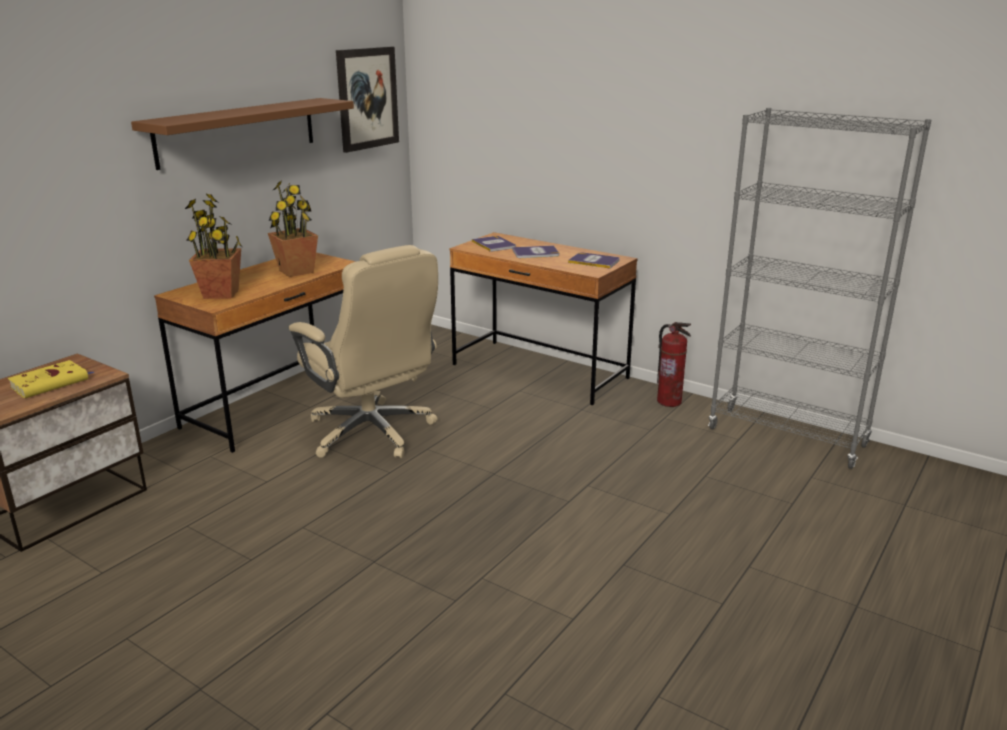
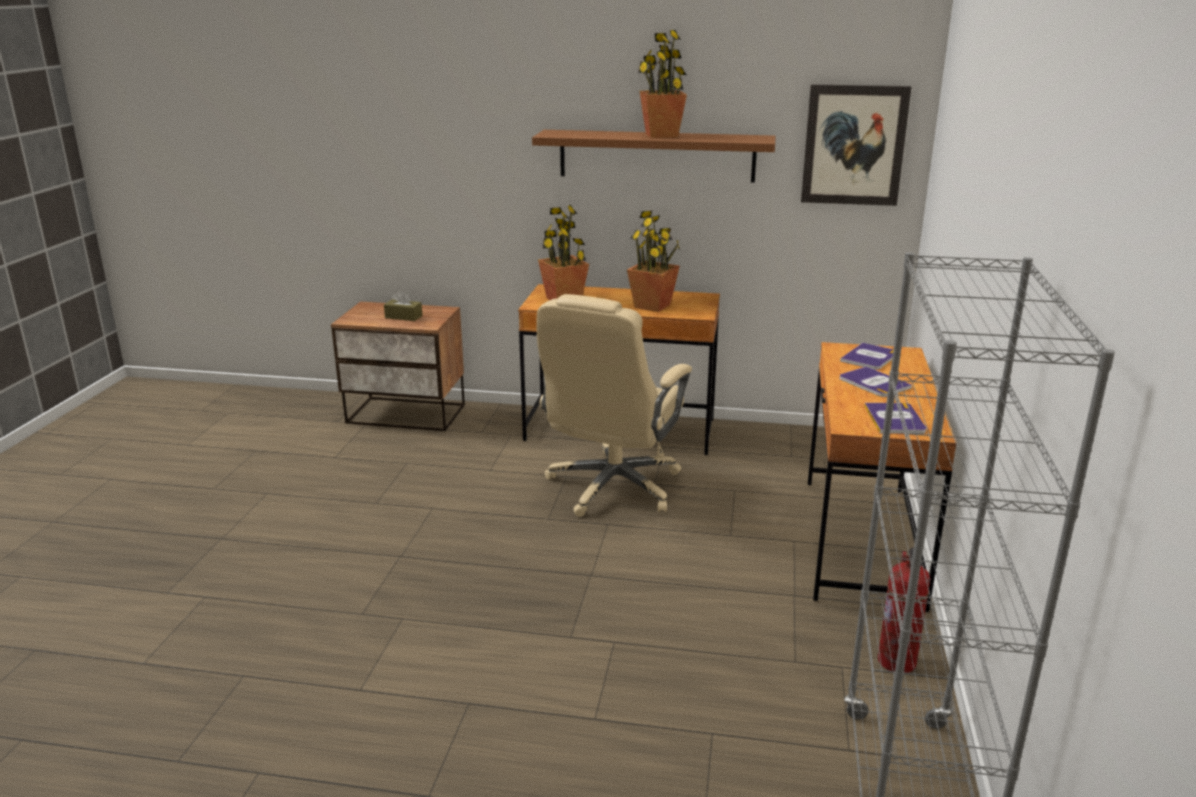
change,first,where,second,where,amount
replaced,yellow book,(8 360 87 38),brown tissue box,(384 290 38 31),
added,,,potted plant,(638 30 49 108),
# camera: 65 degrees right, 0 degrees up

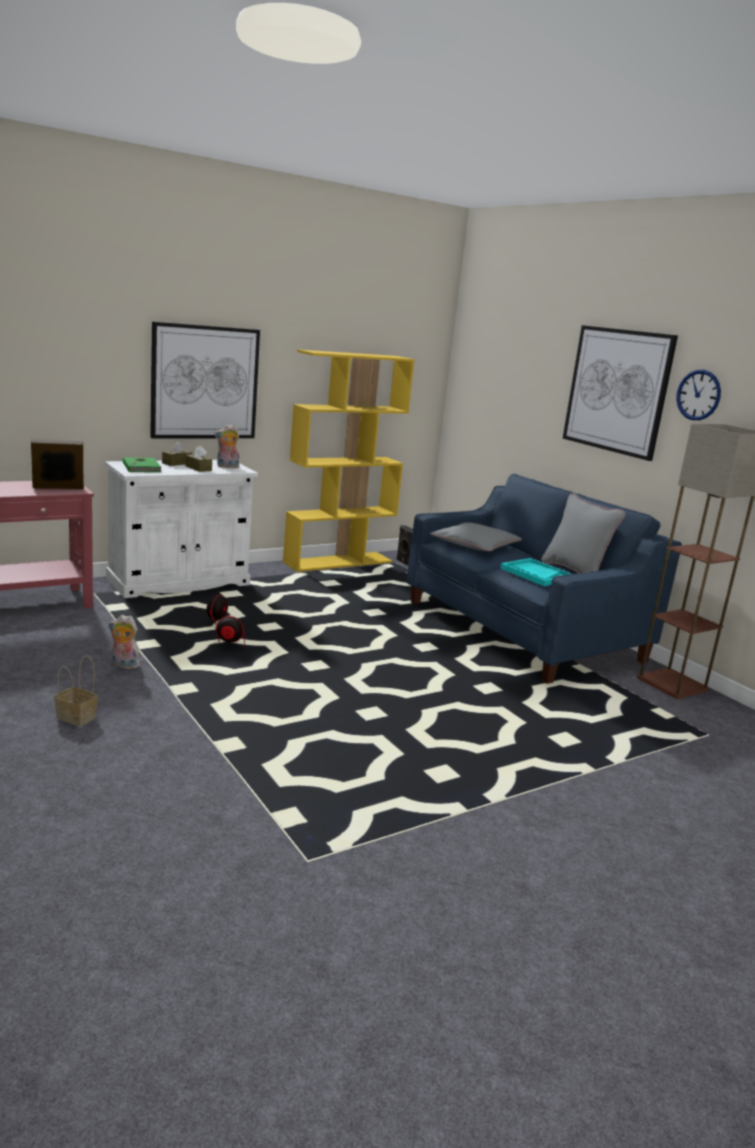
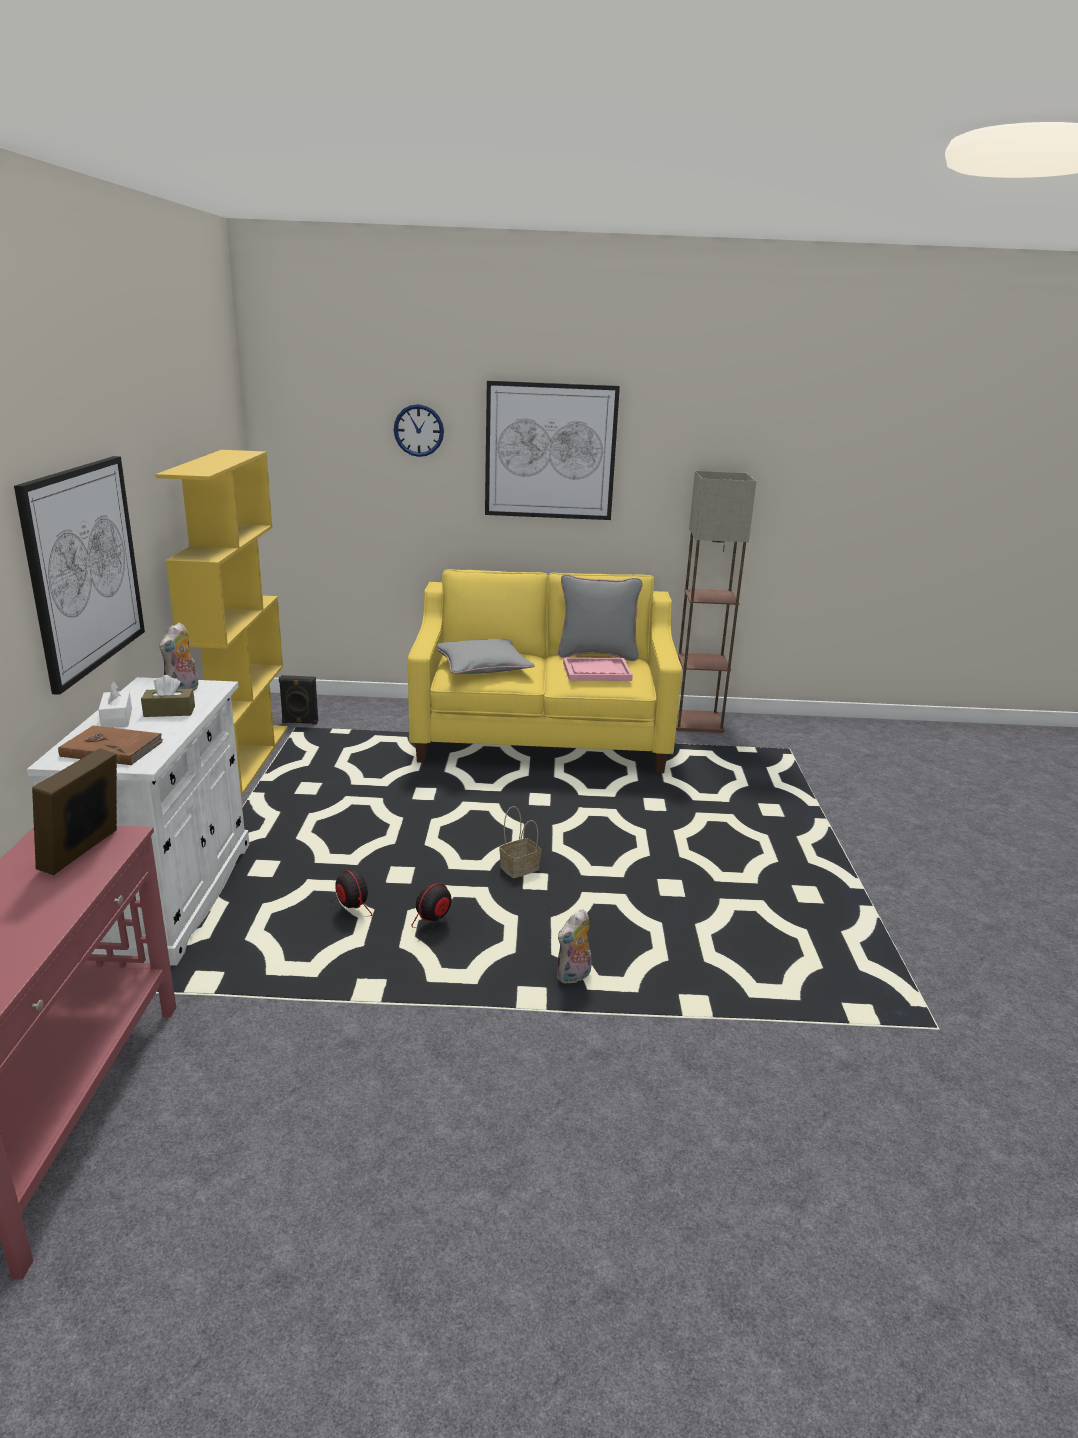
change,first,where,second,where,amount
recoloured,green book,(123 457 39 15),brown book,(58 726 106 39),
recoloured,brown tissue box,(162 441 30 25),white tissue box,(98 681 34 47),
moved,wall clock,(676 370 45 50),,(394 404 50 53),
recoloured,blue sofa,(406 474 276 210),yellow sofa,(408 569 274 204),
moved,basket,(54 655 44 72),,(499 806 42 72),
moved,plush toy,(108 615 32 54),,(557 909 35 75),
recoloured,turquoise tray,(500 558 71 28),pink tray,(563 658 70 23),
# camera: 55 degrees left, 5 degrees up

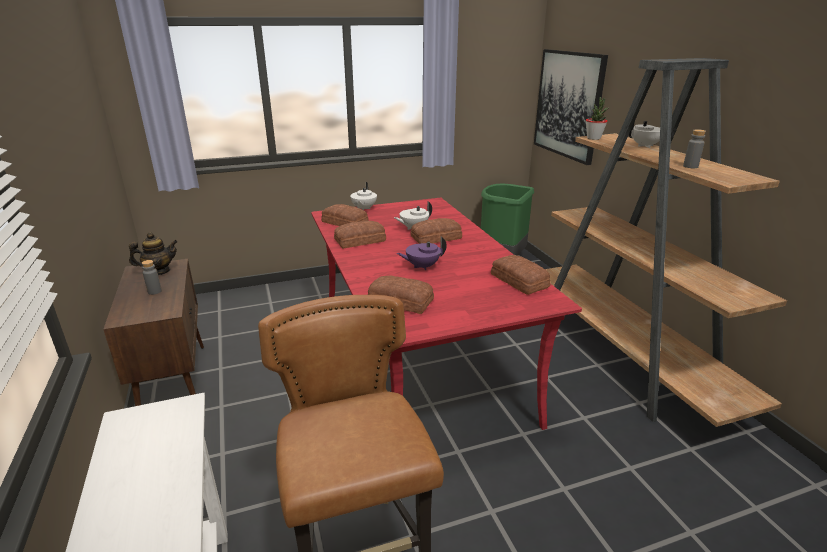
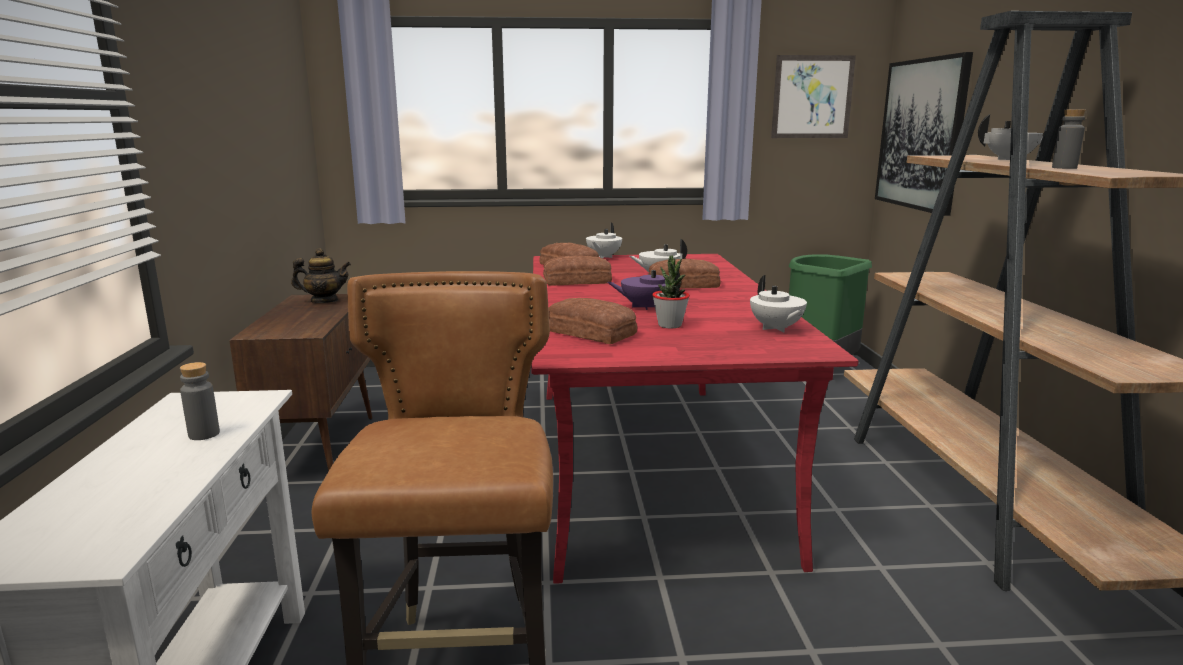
change,first,where,second,where,amount
moved,grey bottle,(142 260 20 35),,(180 362 40 78),
moved,potted plant,(586 97 22 43),,(652 255 38 73),
replaced,bread,(491 255 60 40),white teapot,(750 275 57 58),
added,,,picture,(771 55 85 83),
# camera: 15 degrees right, 10 degrees down

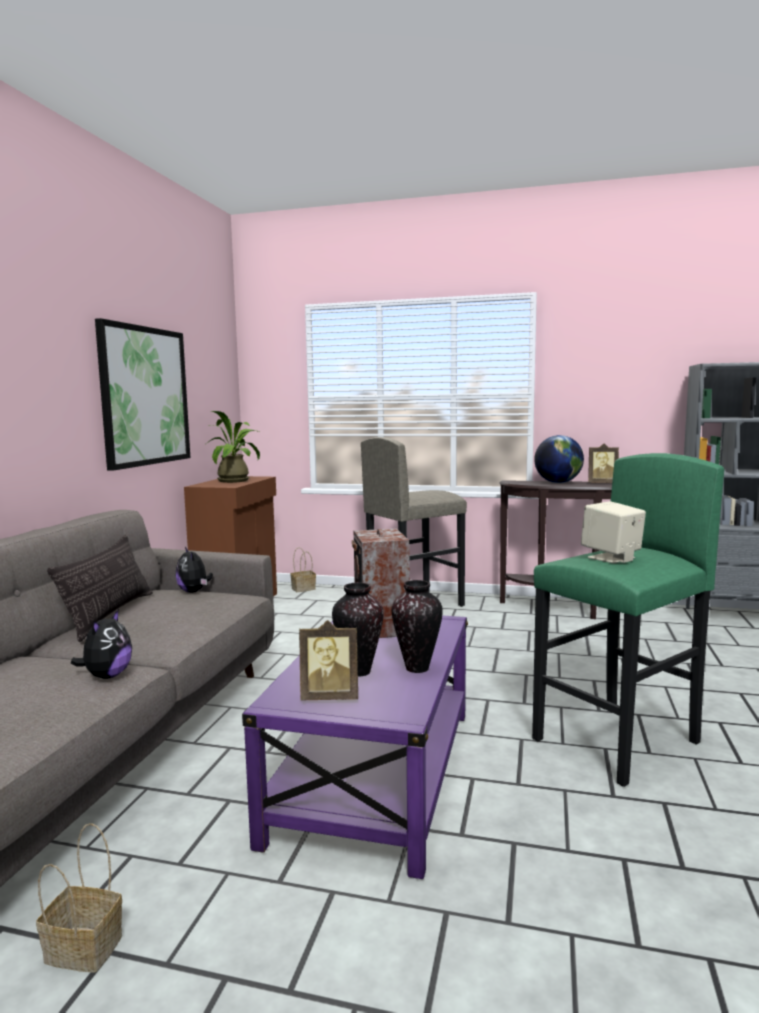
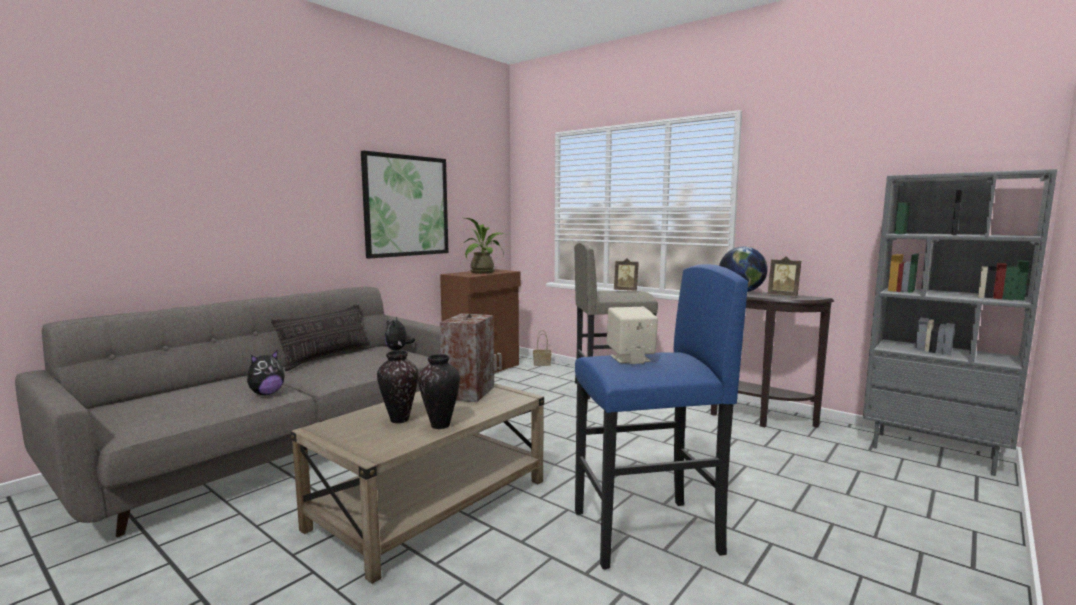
change,first,where,second,where,amount
recoloured,purple coffee table,(242 615 226 264),beige coffee table,(291 383 253 201),
recoloured,green stool,(532 453 192 334),blue stool,(575 264 173 305),
moved,picture frame,(299 620 59 80),,(614 258 25 33),
removed,basket,(36 823 86 150),,,
# camera: 25 degrees right, 0 degrees up

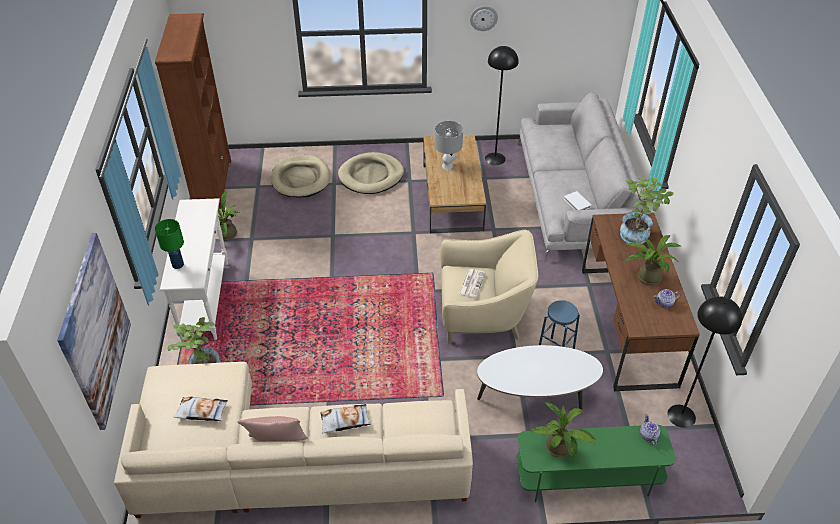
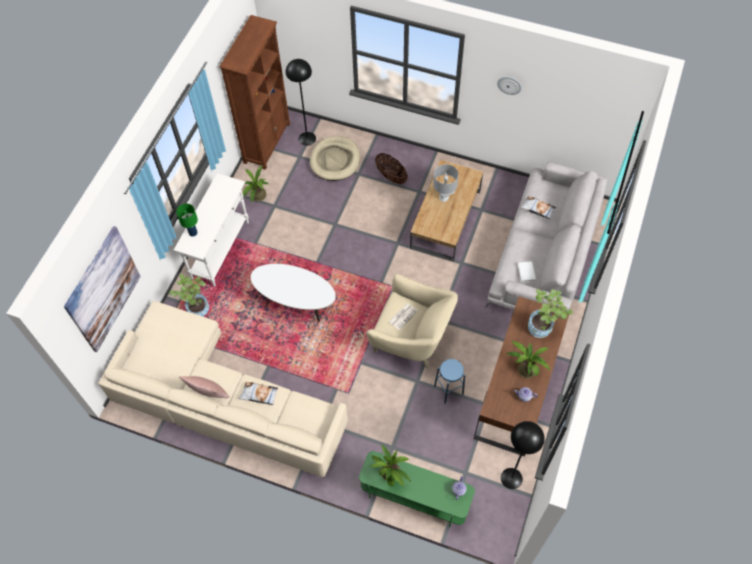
change,first,where,second,where,amount
moved,white coffee table,(477 345 126 64),,(251 264 85 58),
moved,black floor lamp,(485 46 34 119),,(286 59 30 87),
replaced,beige dog bed,(338 152 66 42),basket,(375 153 33 32),
moved,pillow,(173 397 55 24),,(521 196 35 23),
# camera: 25 degrees right, 15 degrees up

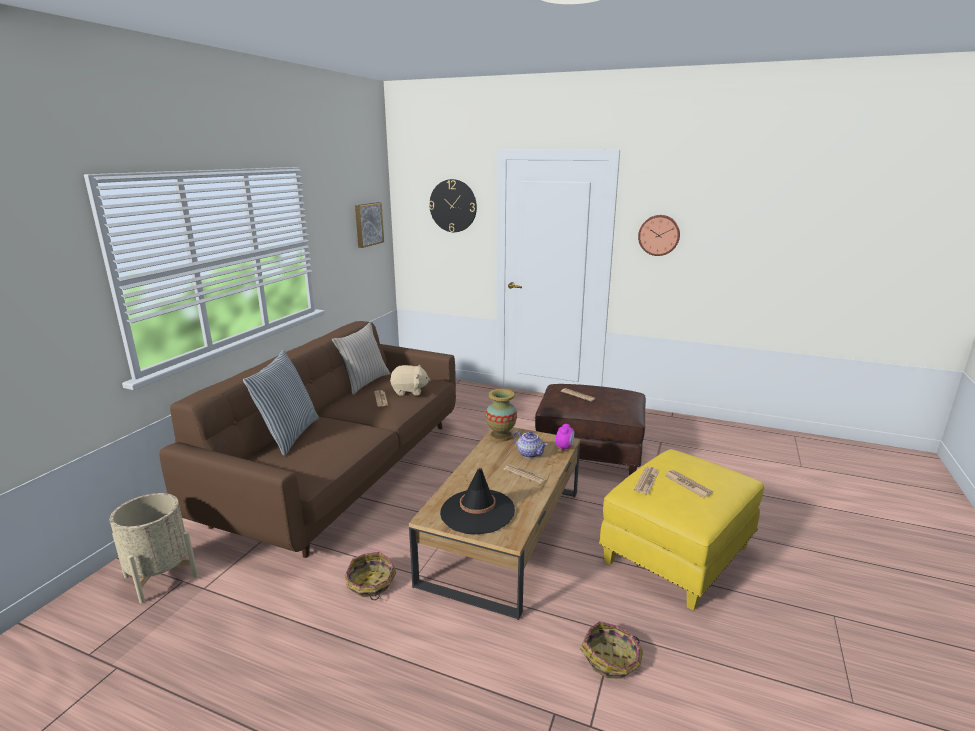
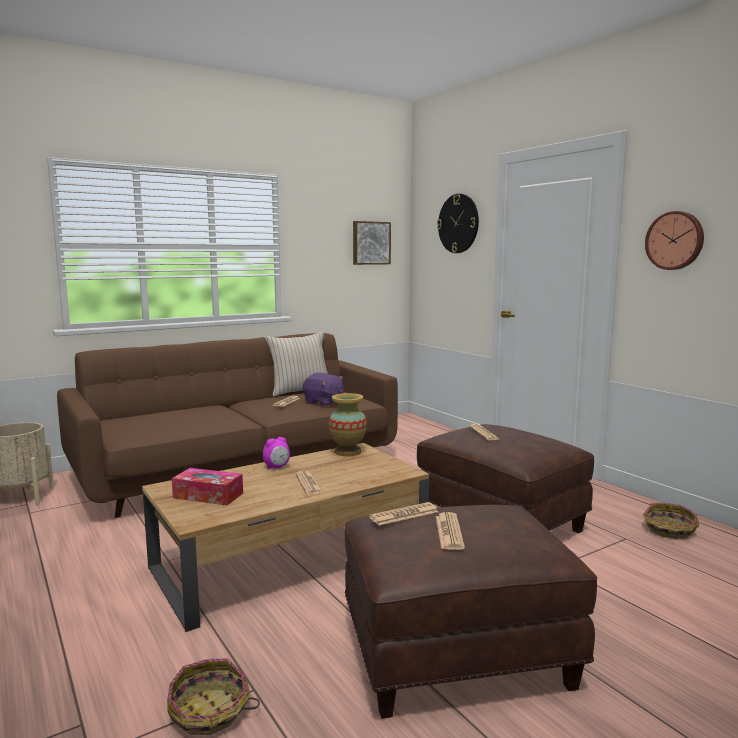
change,first,where,second,where,amount
replaced,black hat,(440 468 75 67),tissue box,(172 468 71 37),
moved,alarm clock,(556 424 18 27),,(263 437 27 32),
recoloured,beige plush toy,(390 365 40 31),purple plush toy,(303 373 41 33),
recoloured,yellow ottoman,(599 449 165 162),brown ottoman,(345 505 252 214),
moved,basket,(345 552 51 48),,(643 503 56 36),
removed,pillow,(243 349 76 107),,,
removed,teapot,(513 431 34 27),,,
# camera: 35 degrees right, 10 degrees down

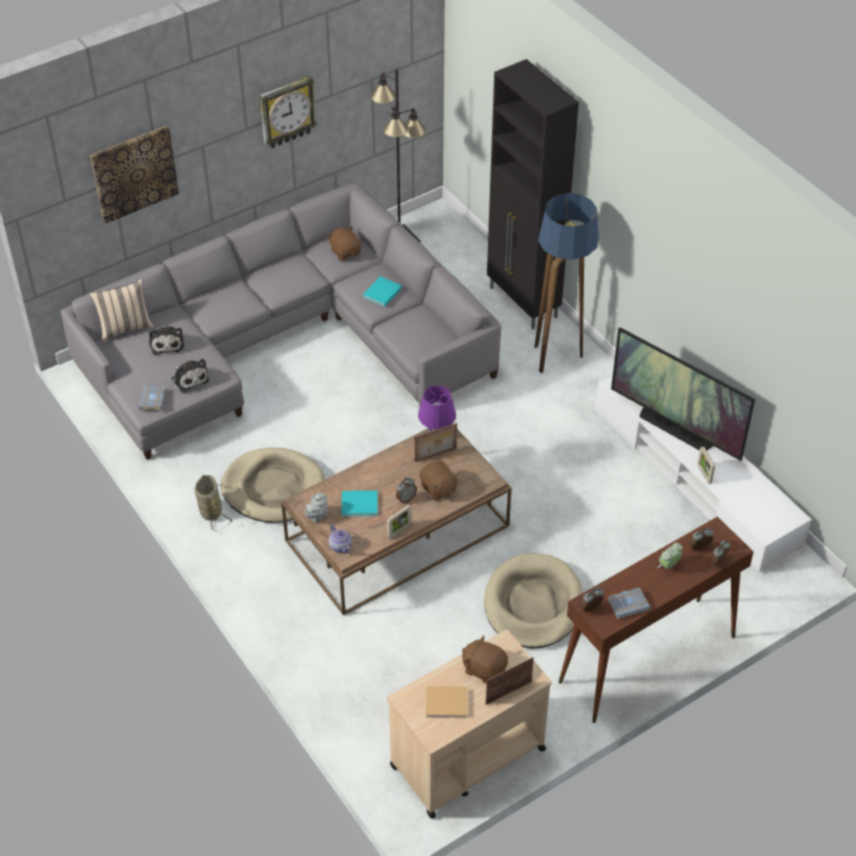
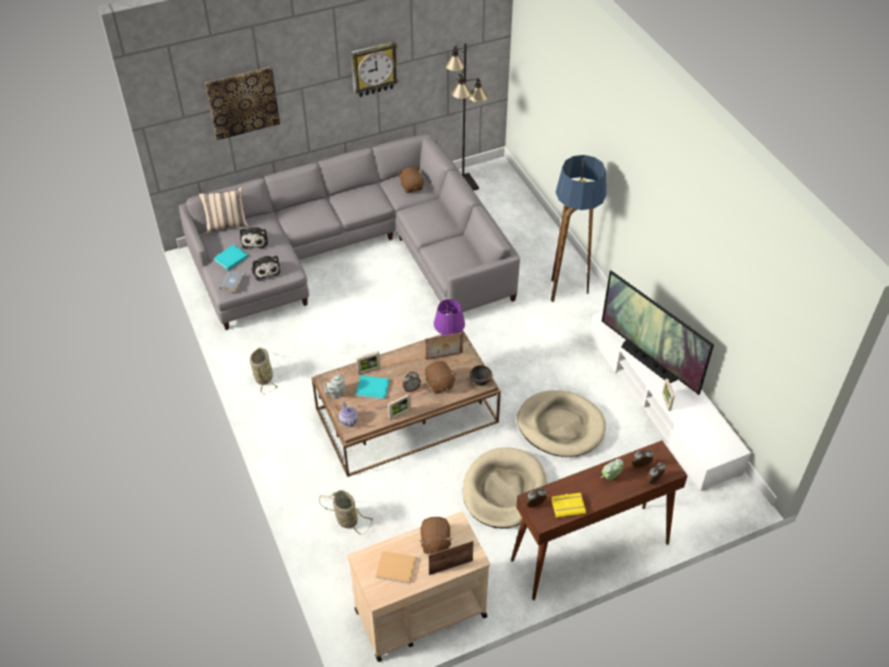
change,first,where,second,where,amount
moved,turquoise book,(363 276 39 31),,(214 245 34 25),
added,,,basket,(319 490 54 45),
added,,,picture frame,(356 351 25 24),
turned,brown plush toy,(462 635 46 48),,(420 517 33 37),135 degrees counterclockwise
added,,,bowl,(469 365 23 21),
moved,beige dog bed,(221 448 104 75),,(517 390 89 67),
recoloured,grey book,(608 587 42 32),yellow book,(551 493 35 25),
removed,black cabinet,(487 59 92 270),,,
# camera: 10 degrees right, 0 degrees up

